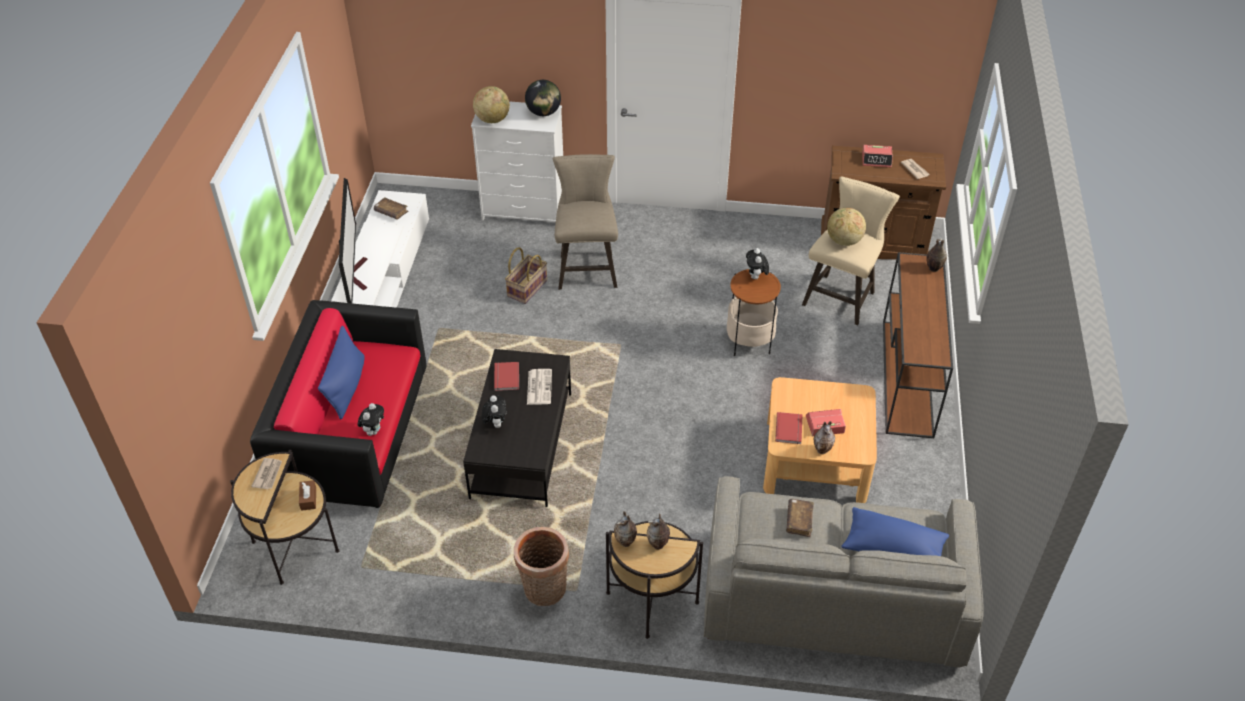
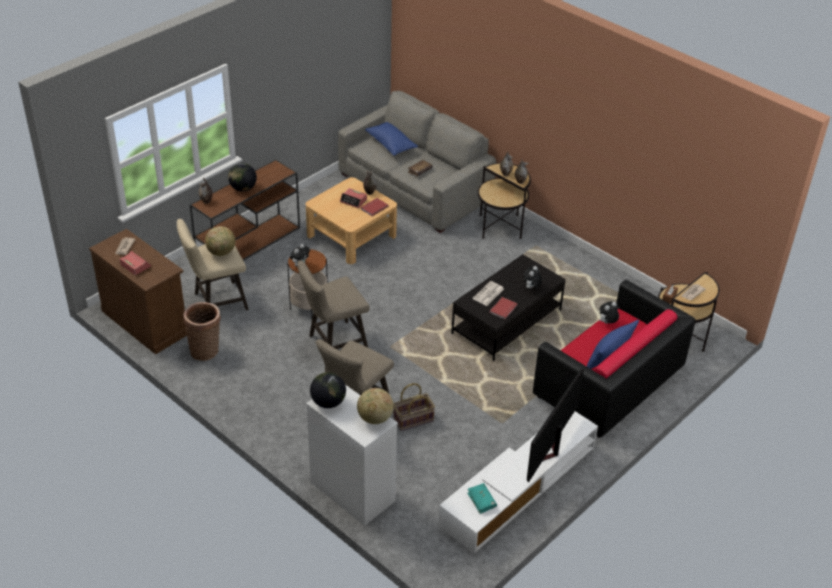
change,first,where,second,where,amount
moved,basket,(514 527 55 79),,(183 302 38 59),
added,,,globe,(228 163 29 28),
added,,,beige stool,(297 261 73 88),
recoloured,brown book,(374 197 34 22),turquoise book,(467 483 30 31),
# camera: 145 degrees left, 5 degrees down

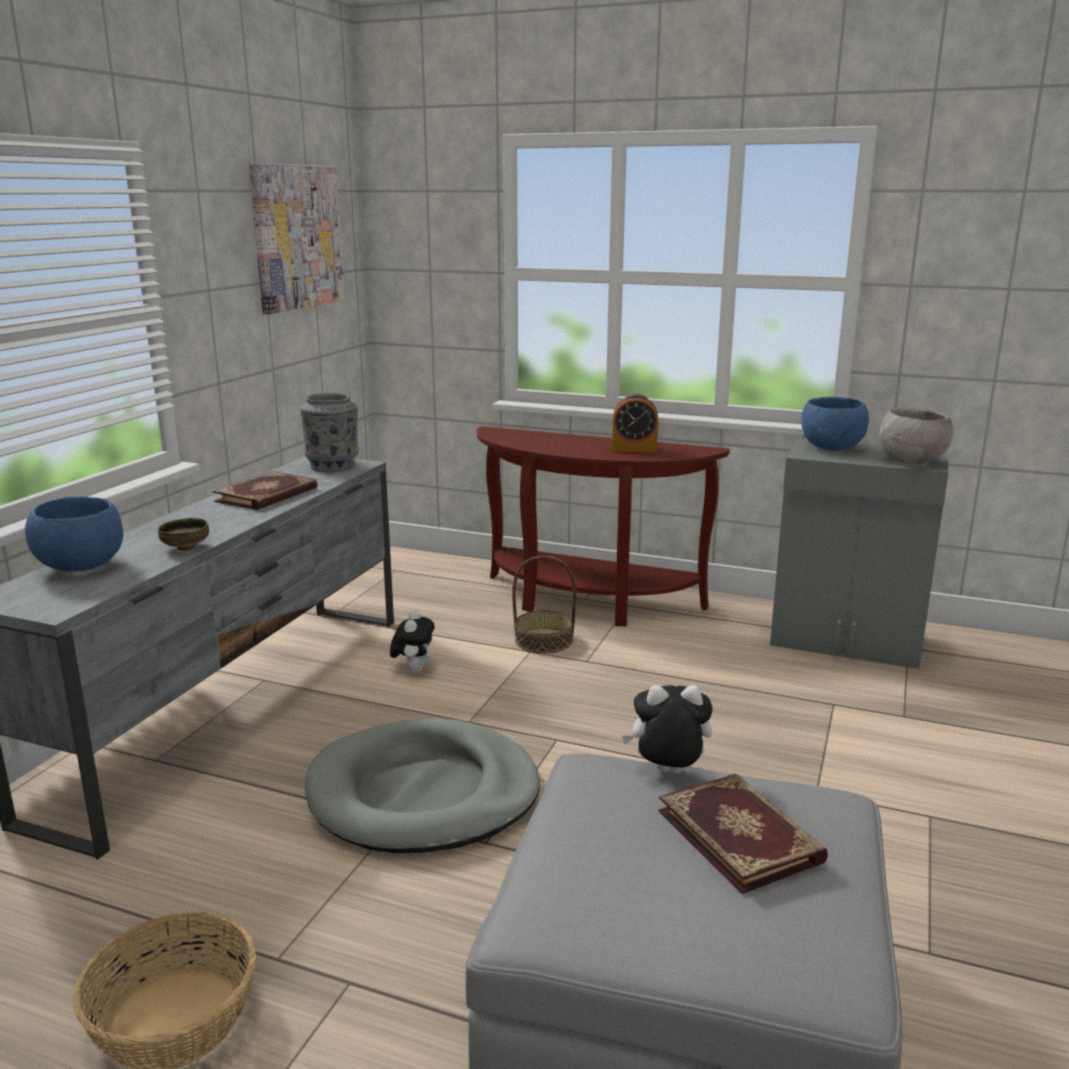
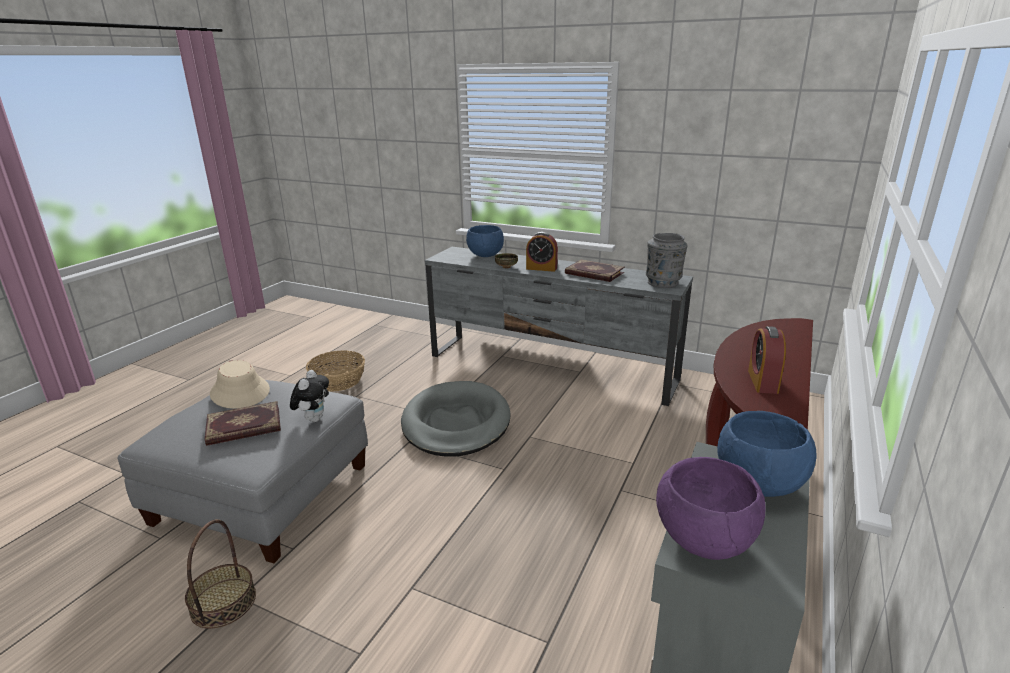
change,first,where,second,where,amount
moved,basket,(512 556 64 97),,(185 519 71 110),
added,,,beige hat,(210 360 60 49),
added,,,alarm clock,(526 232 32 40),
recoloured,grey bowl,(879 408 74 56),purple bowl,(656 457 110 103),
removed,picture,(249 163 96 151),,,
removed,plush toy,(390 610 45 63),,,
# camera: 95 degrees right, 5 degrees up

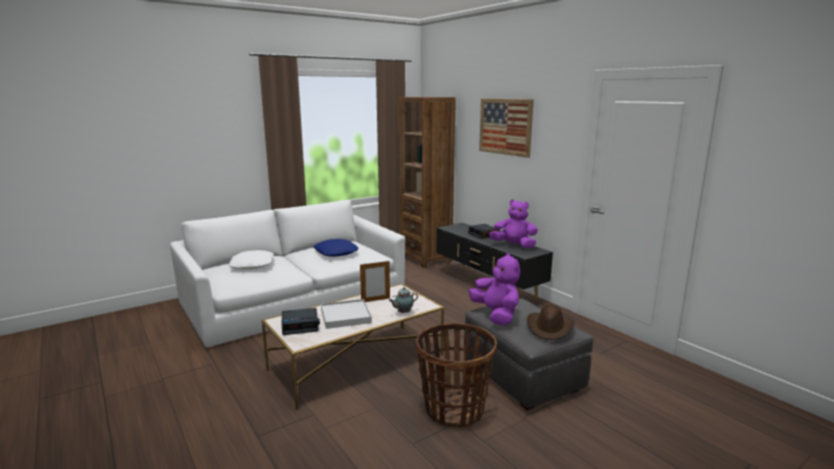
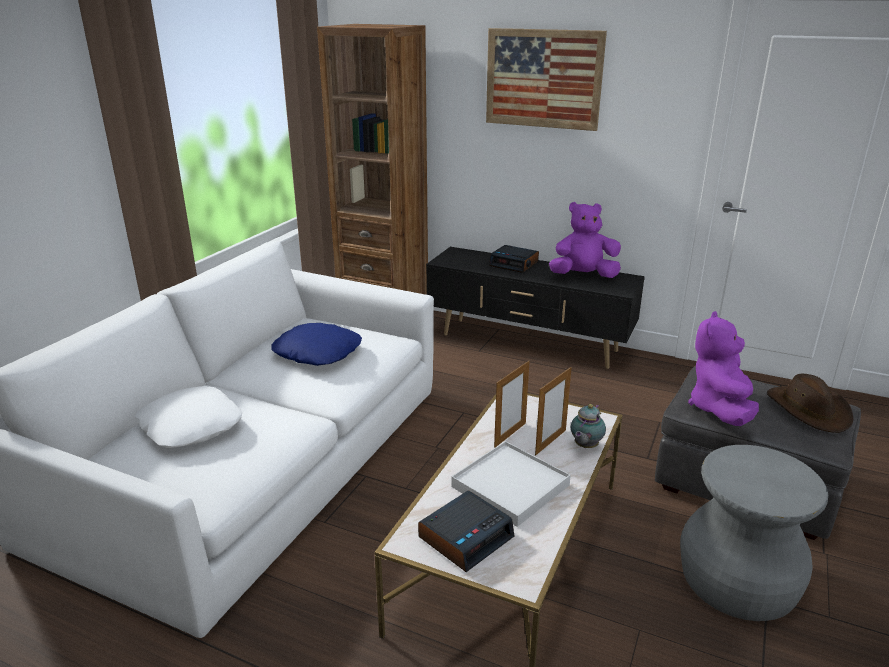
change,first,where,second,where,amount
added,,,picture frame,(535 367 37 88),
replaced,basket,(416 323 81 105),grey stool,(680 445 148 176),
turned,purple plush toy,(469 253 51 72),,(688 311 71 115),105 degrees counterclockwise
# camera: 30 degrees left, 10 degrees up

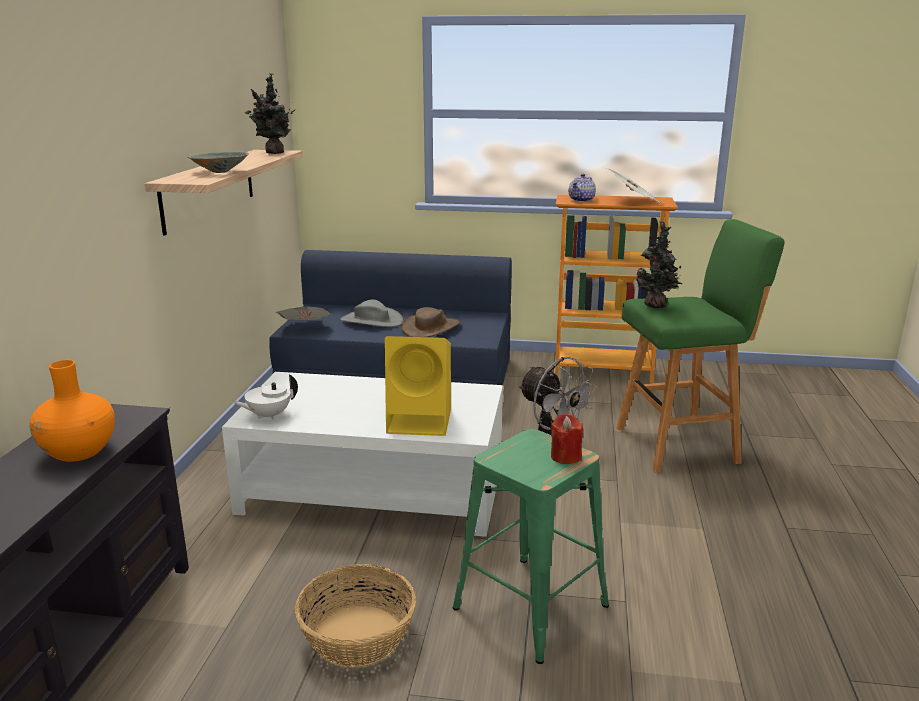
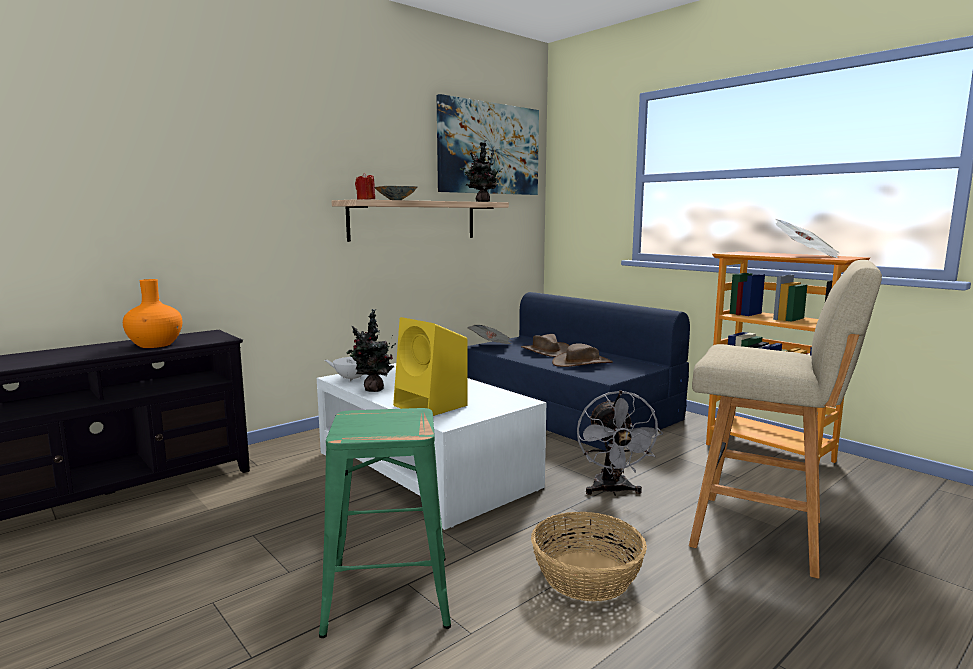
change,first,where,second,where,amount
moved,potted plant,(637 221 45 87),,(346 309 50 83),
moved,red candle,(550 413 33 51),,(355 173 20 27),
added,,,picture,(436 94 103 101),
recoloured,grey hat,(340 299 63 28),brown hat,(521 334 49 23),
moved,basket,(295 564 121 103),,(531 512 116 90),
recoloured,green stool,(616 219 169 254),beige stool,(689 260 193 319),
removed,teapot,(569 174 27 28),,,
# camera: 40 degrees right, 10 degrees down

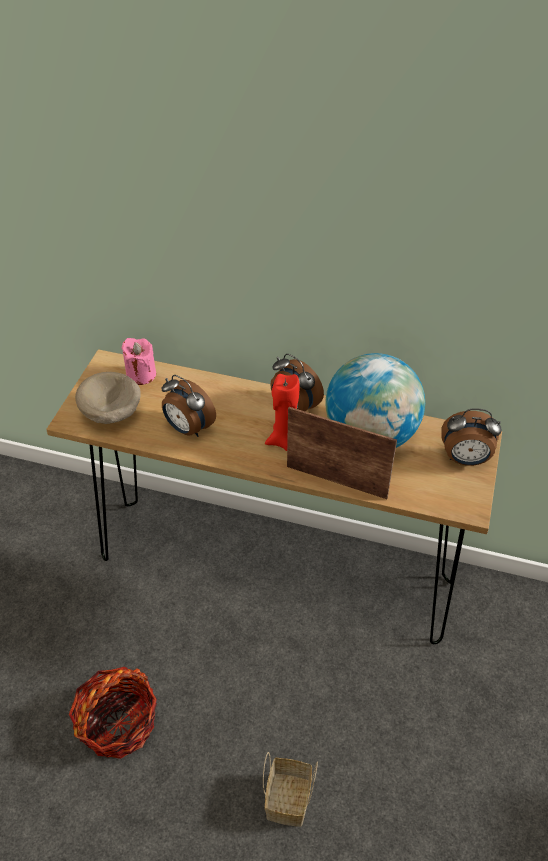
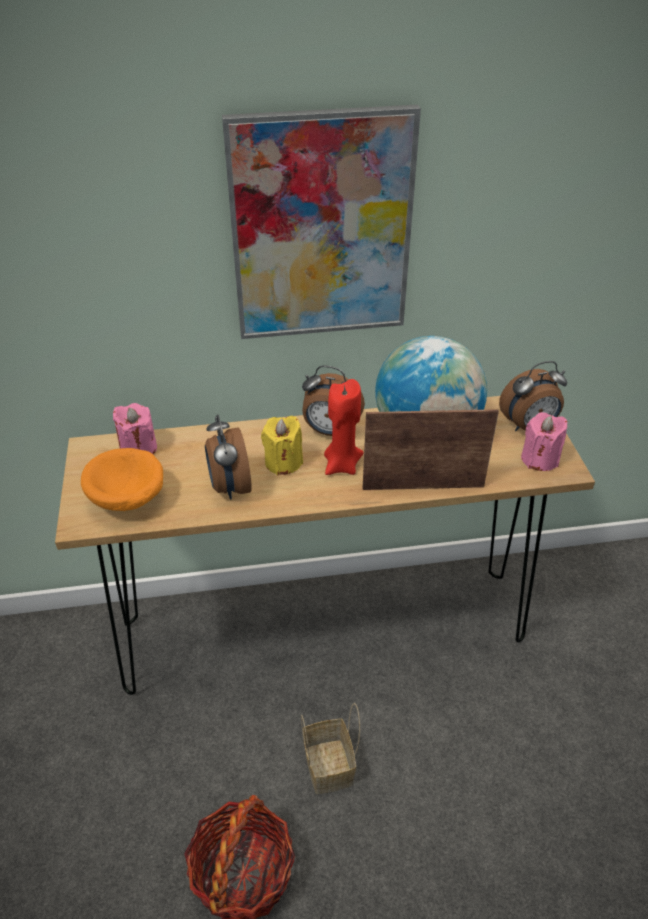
change,first,where,second,where,amount
recoloured,beige bowl,(75 372 66 52),orange bowl,(81 448 82 63),
turned,alarm clock,(162 375 54 62),,(205 414 47 86),60 degrees clockwise
added,,,picture,(222 105 199 234),
added,,,yellow candle,(261 416 42 59),
moved,basket,(263 752 55 75),,(301 703 59 91),
added,,,pink candle,(521 412 46 59),
# camera: 25 degrees left, 5 degrees down

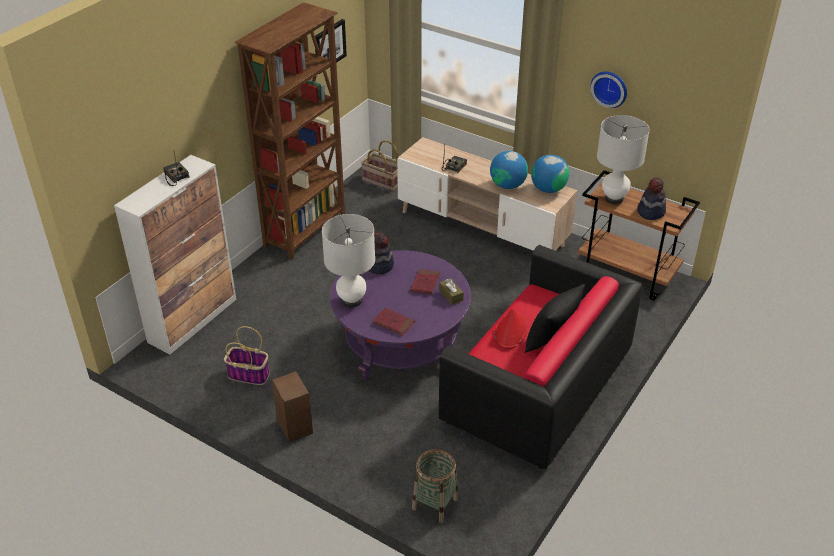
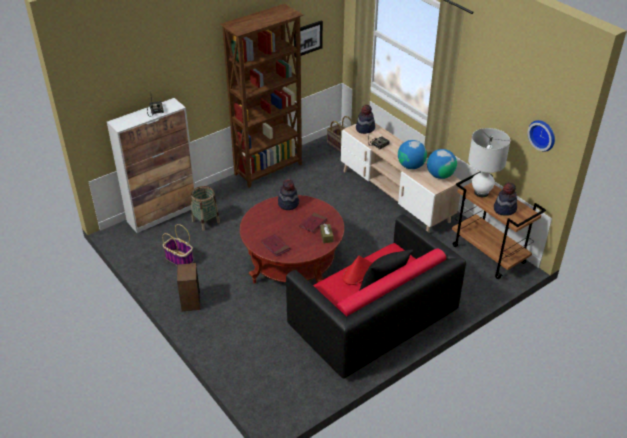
change,first,where,second,where,amount
moved,basket,(412 449 46 74),,(191 186 29 45),
recoloured,purple coffee table,(330 250 141 131),red coffee table,(240 195 104 89),
added,,,hat,(356 105 19 29),
moved,wall clock,(590 71 37 37),,(527 120 28 32),
removed,white table lamp,(322 214 53 94),,,
# camera: 20 degrees right, 0 degrees up

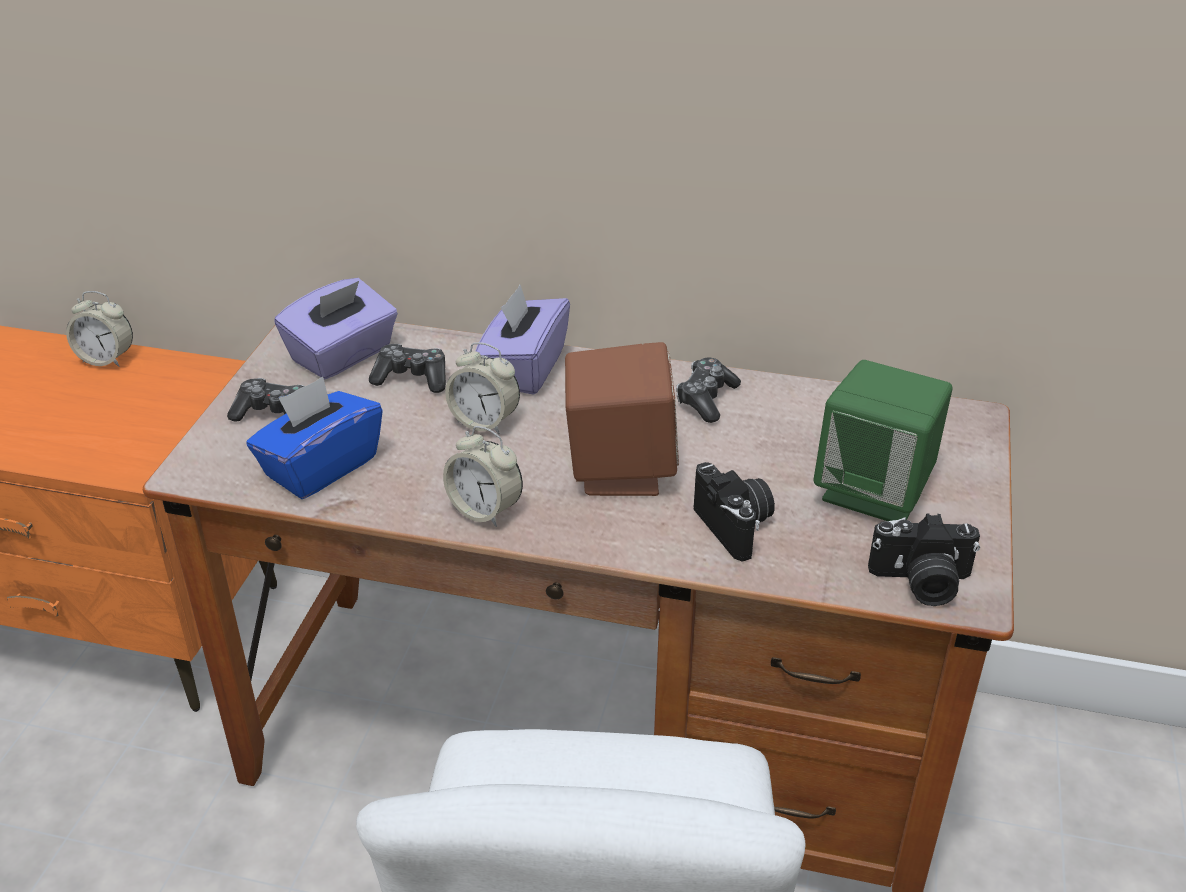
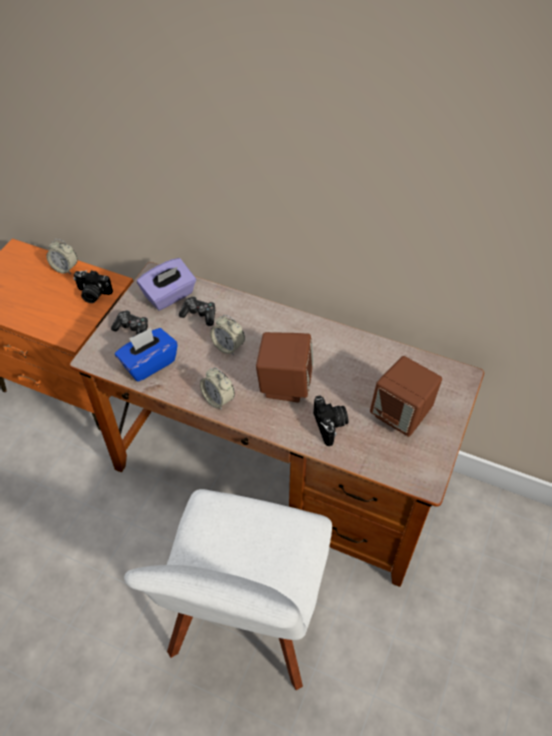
change,first,where,second,where,amount
moved,photo camera,(868 514 112 92),,(74 270 39 33),
recoloured,green speaker,(813 360 140 161),brown speaker,(370 356 72 81),
removed,purple tissue box,(475 285 95 110),,,
removed,game controller,(676 358 65 65),,,
# camera: 10 degrees right, 15 degrees up

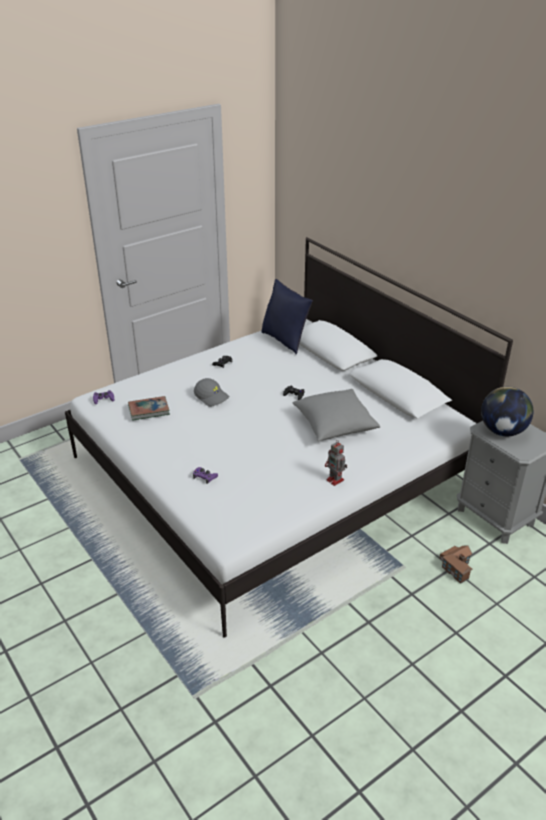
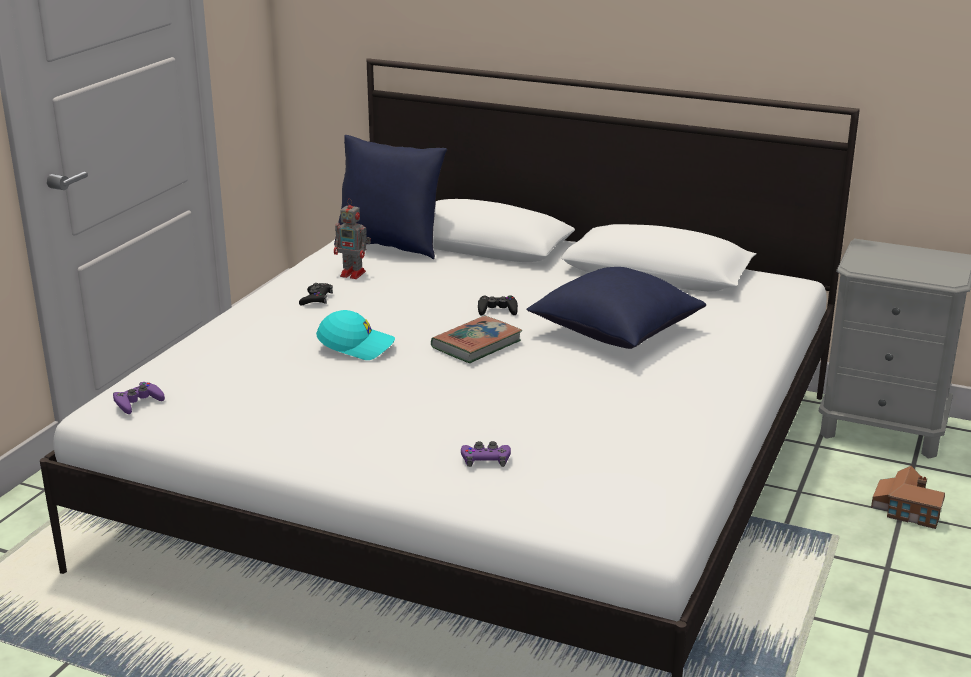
change,first,where,second,where,amount
recoloured,grey cap,(194 378 35 29),turquoise cap,(316 310 79 50),
moved,toy robot,(325 441 22 45),,(334 198 37 81),
moved,book,(128 396 42 25),,(431 316 91 47),
recoloured,grey pillow,(292 389 88 52),blue pillow,(527 267 179 82),
removed,globe,(481 386 52 50),,,
# camera: 30 degrees left, 10 degrees down

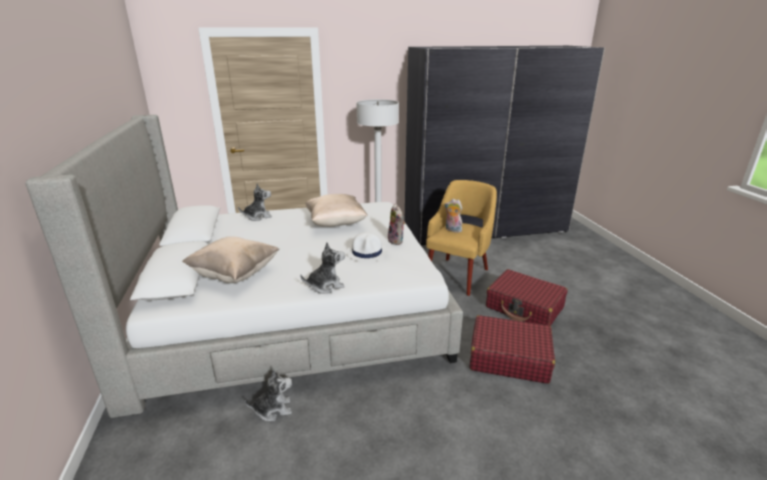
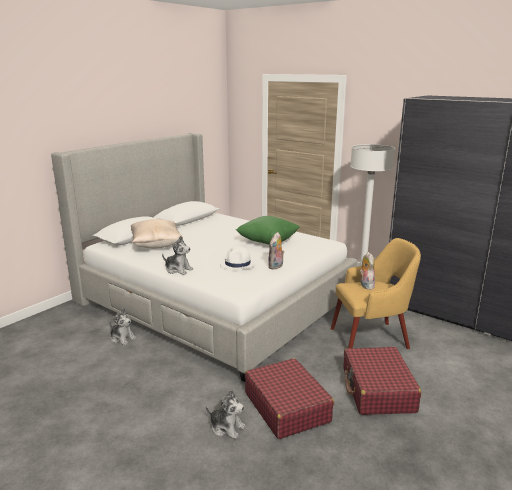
change,first,where,second,where,amount
moved,plush toy,(238 183 34 38),,(206 389 39 50),
recoloured,beige pillow,(305 194 63 33),green pillow,(236 216 64 28),
# camera: 50 degrees right, 5 degrees down

